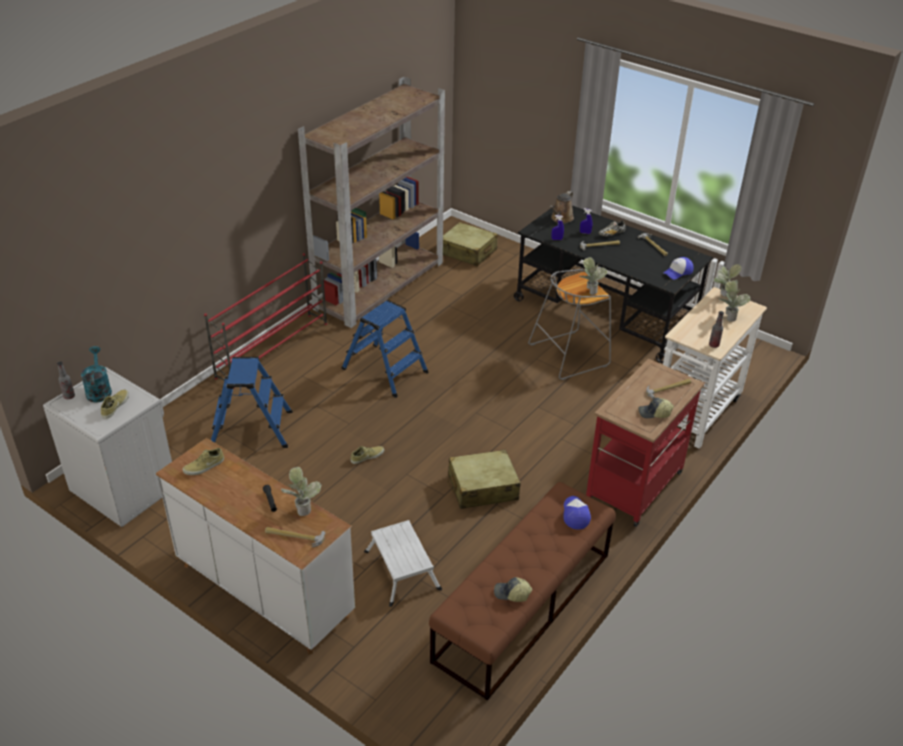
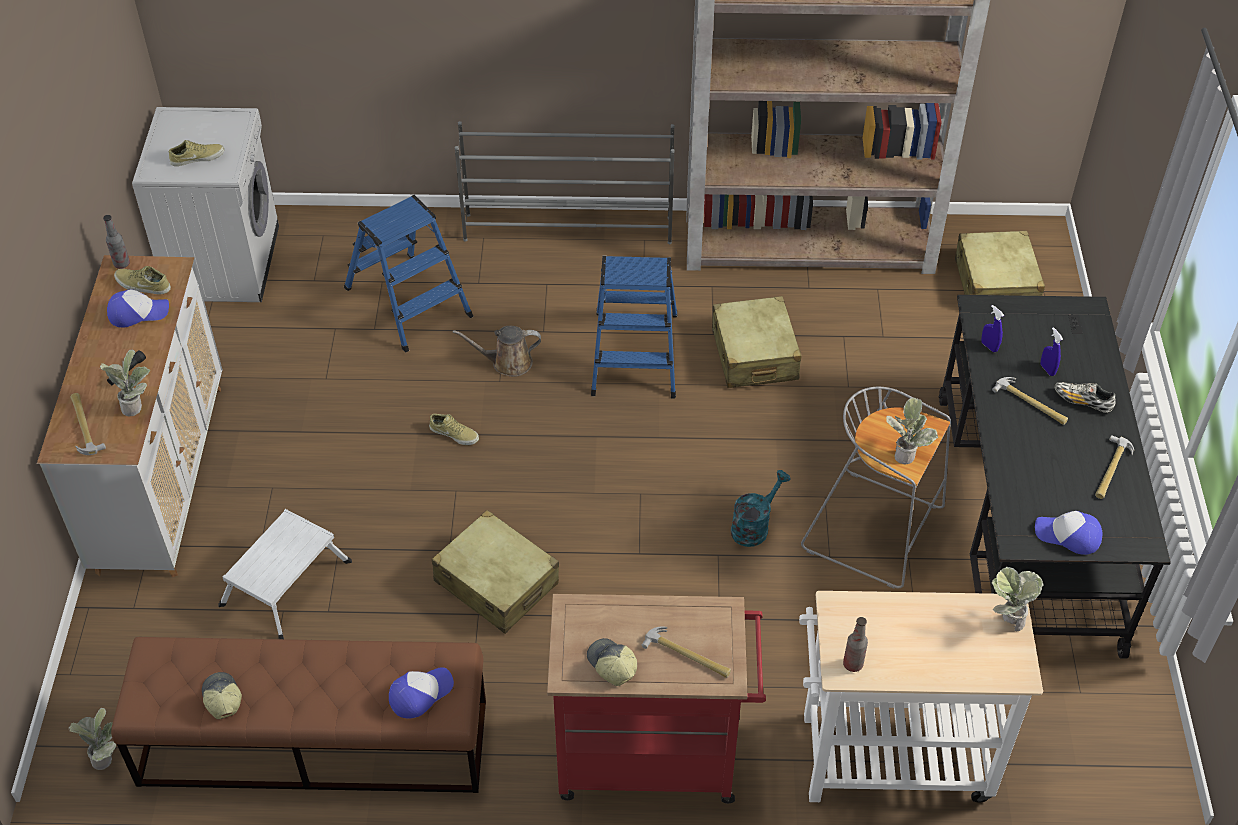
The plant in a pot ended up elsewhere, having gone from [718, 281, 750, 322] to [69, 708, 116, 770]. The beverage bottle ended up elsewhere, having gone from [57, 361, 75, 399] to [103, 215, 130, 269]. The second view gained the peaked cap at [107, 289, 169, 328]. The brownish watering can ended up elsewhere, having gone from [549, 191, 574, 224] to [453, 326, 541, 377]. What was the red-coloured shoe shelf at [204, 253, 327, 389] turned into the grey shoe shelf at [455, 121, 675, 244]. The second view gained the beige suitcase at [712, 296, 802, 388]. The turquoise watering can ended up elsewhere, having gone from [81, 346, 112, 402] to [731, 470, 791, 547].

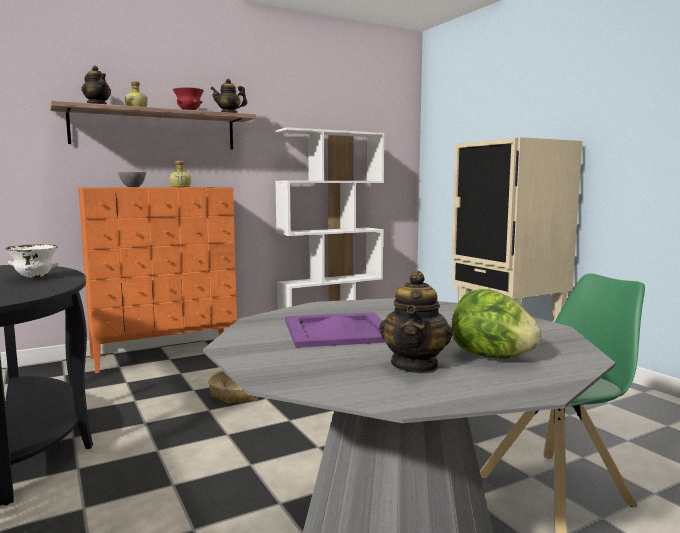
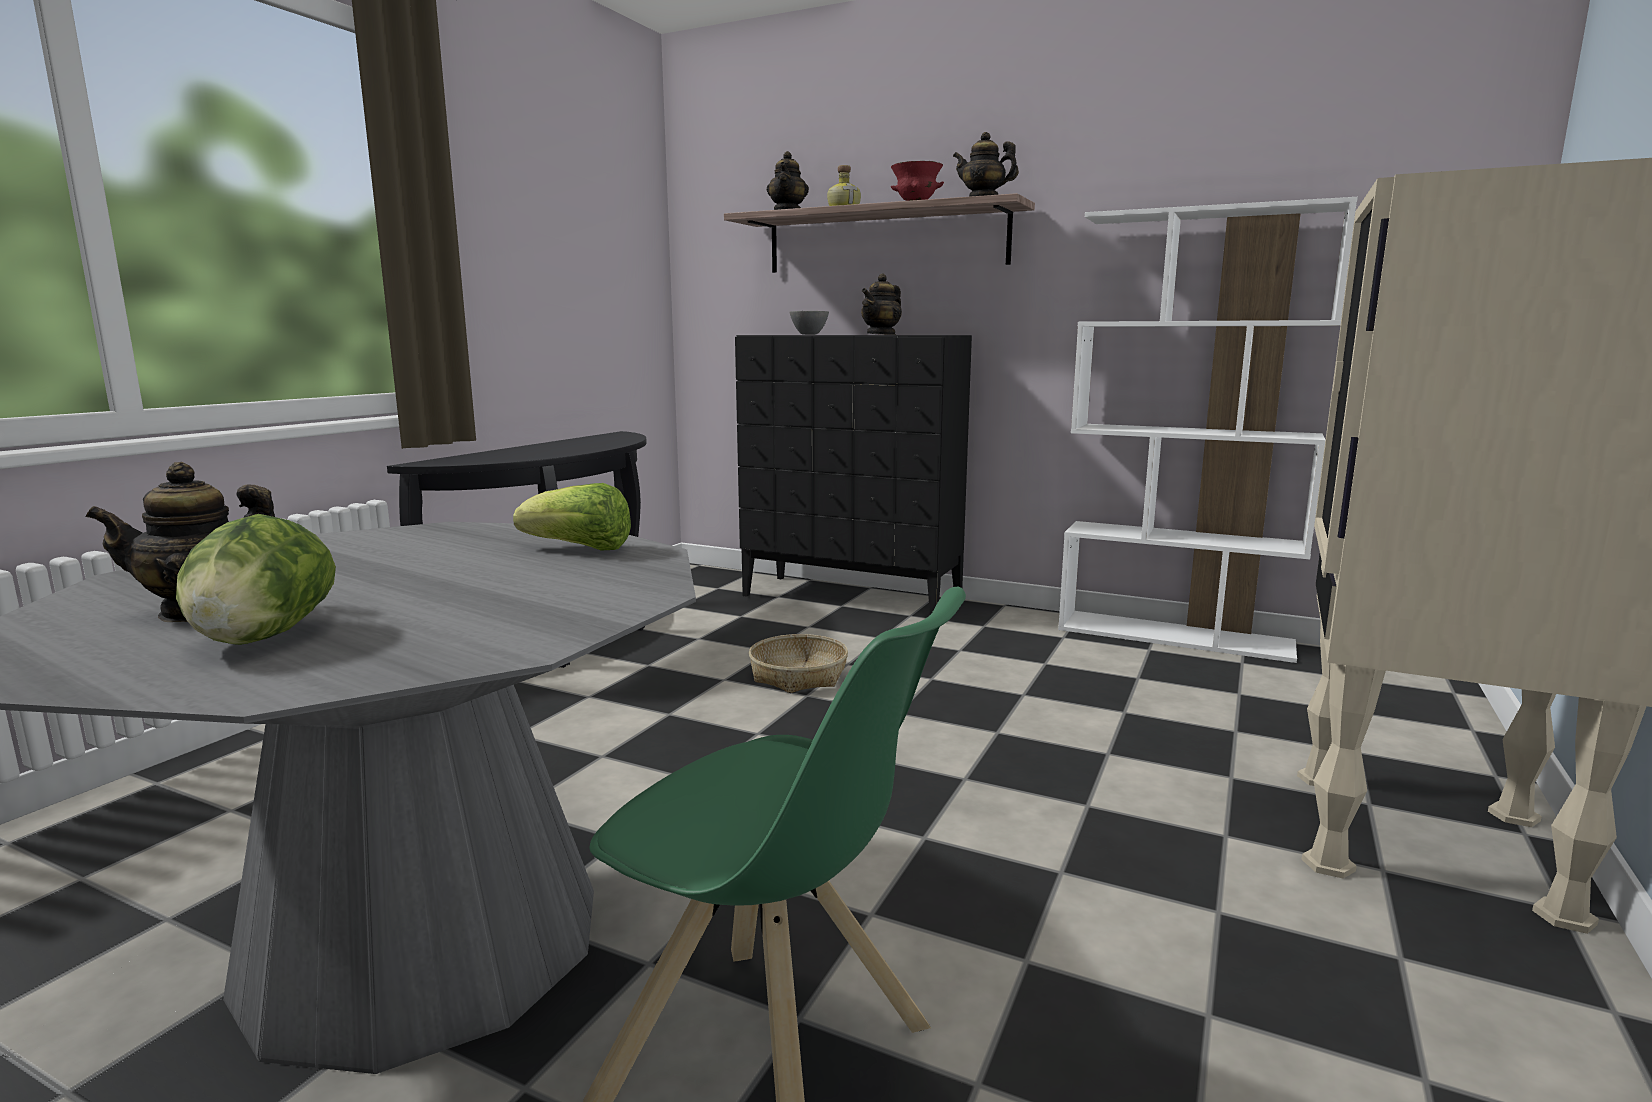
The second view gained the lettuce head at [513, 483, 631, 551]. What was the orange-coloured chest of drawers at [78, 187, 237, 373] turned into the black-coloured chest of drawers at [735, 335, 972, 615]. Where the beverage bottle stood at [169, 161, 191, 187], the tea pot came to stand at [861, 273, 902, 335]. The second view lost the white deep dish at [6, 244, 59, 278]. The second view lost the purple-coloured serving tray at [285, 312, 386, 348].

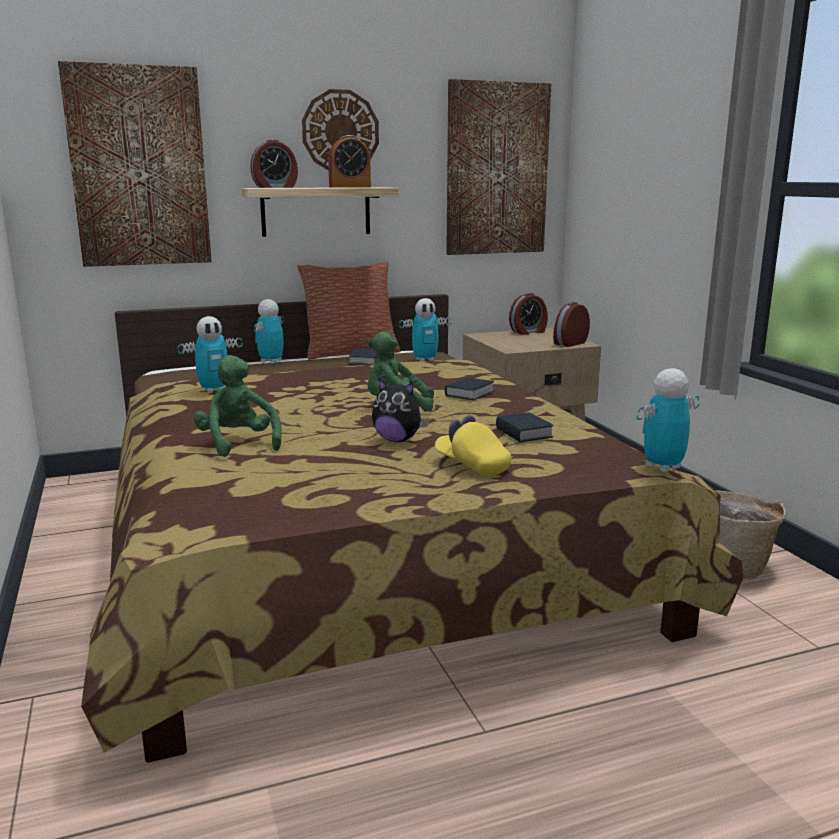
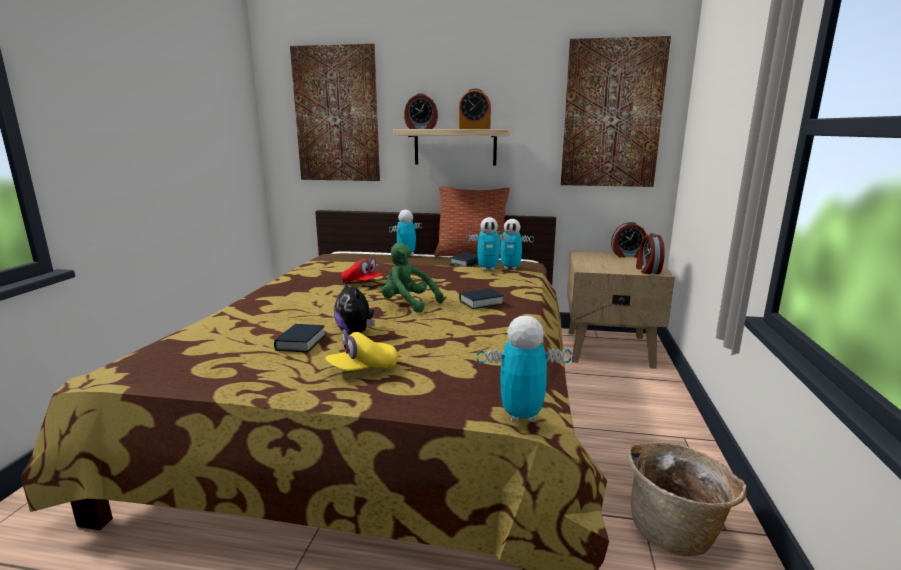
The volume ended up elsewhere, having gone from [496, 412, 554, 442] to [274, 324, 326, 352]. The yellow-coloured peaked cap at [435, 415, 511, 476] ended up facing another way, 105 degrees counterclockwise from before. The second view gained the red-coloured peaked cap at [341, 257, 384, 282]. The robot figure ended up elsewhere, having gone from [178, 316, 243, 393] to [466, 217, 512, 271]. The alarm clock at [553, 302, 590, 347] ended up facing another way, 75 degrees counterclockwise from before. The second view lost the green-coloured plush toy at [194, 355, 282, 457]. The second view lost the clock on the wall at [302, 89, 379, 171].

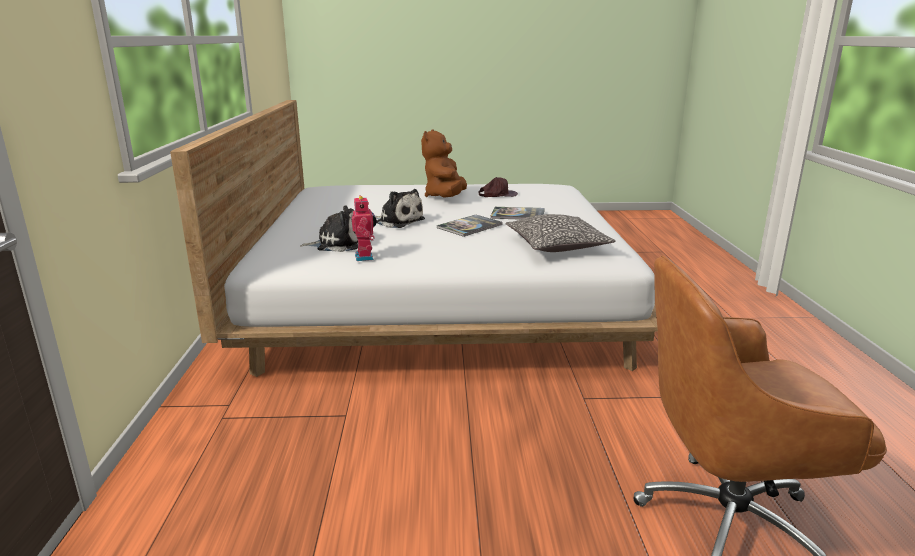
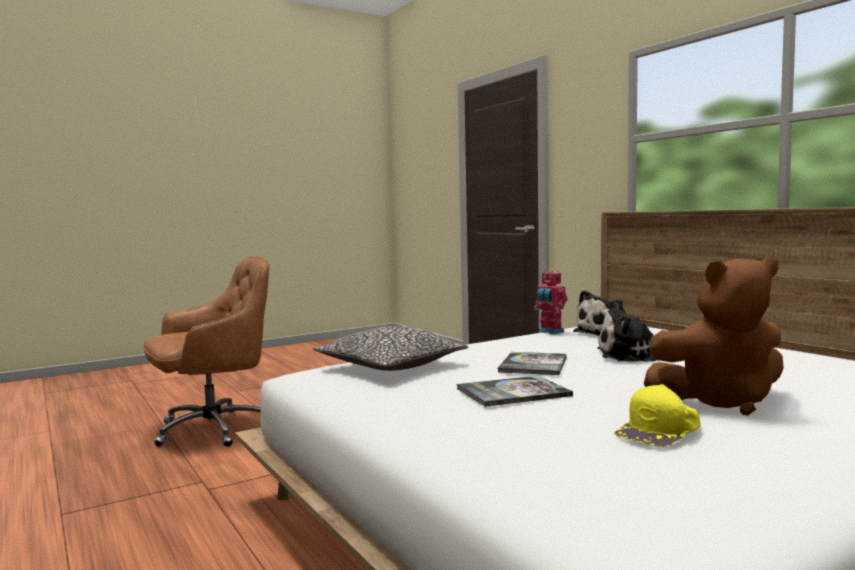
What was the brownish peaked cap at [479, 177, 518, 197] turned into the yellow-coloured peaked cap at [614, 384, 701, 447]. The brownish plush toy at [421, 129, 467, 198] ended up facing another way, 105 degrees clockwise from before.

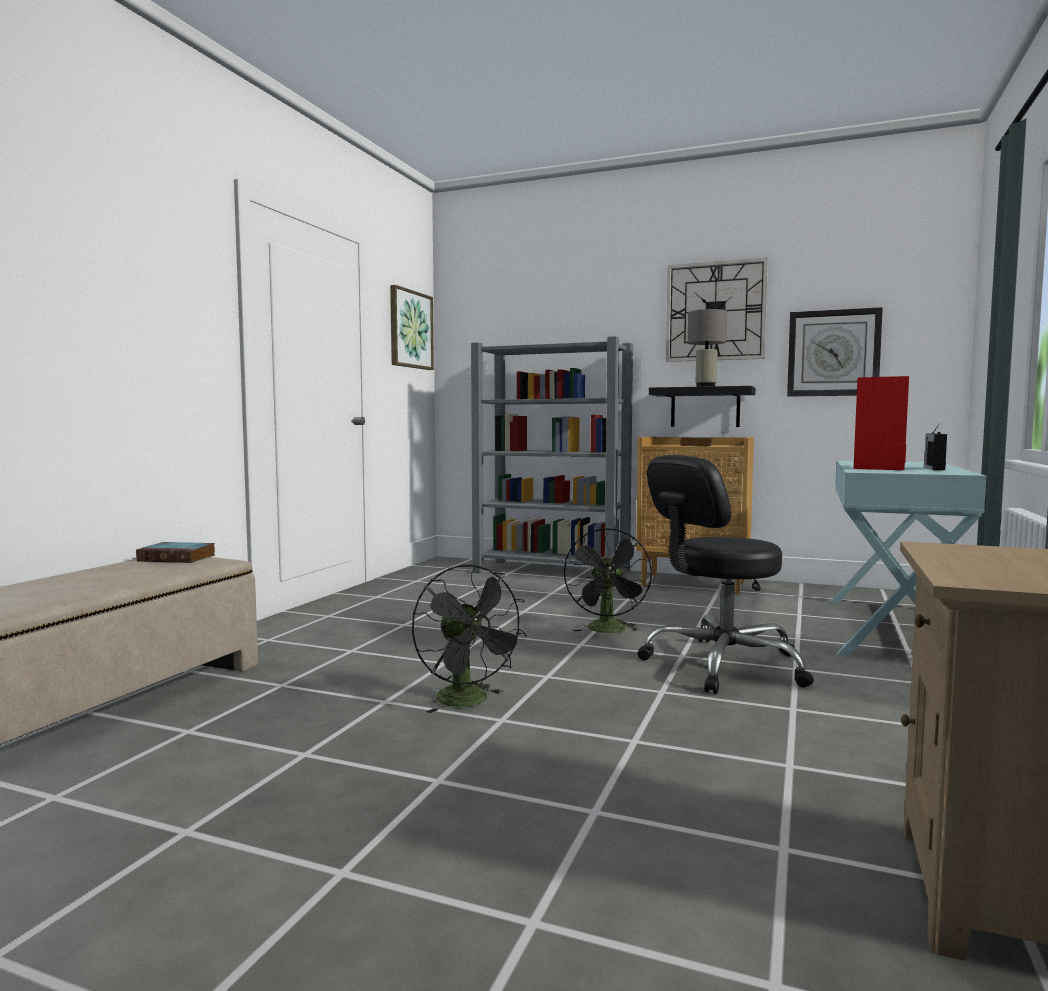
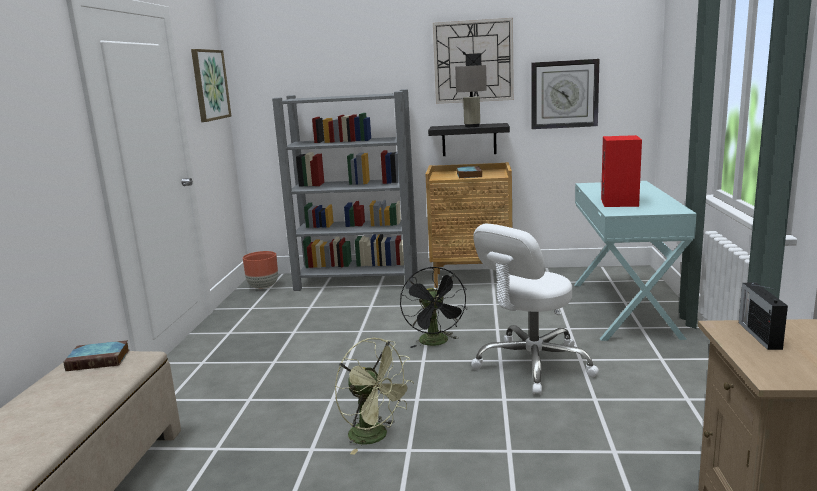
The second view gained the brownish plant pot at [243, 251, 278, 289]. What was the black-coloured fan at [412, 565, 527, 713] turned into the green-coloured fan at [335, 338, 414, 455]. What was the black-coloured office chair at [637, 455, 814, 694] turned into the white office chair at [471, 223, 599, 395]. The radio receiver ended up elsewhere, having gone from [924, 425, 947, 470] to [739, 282, 788, 350].

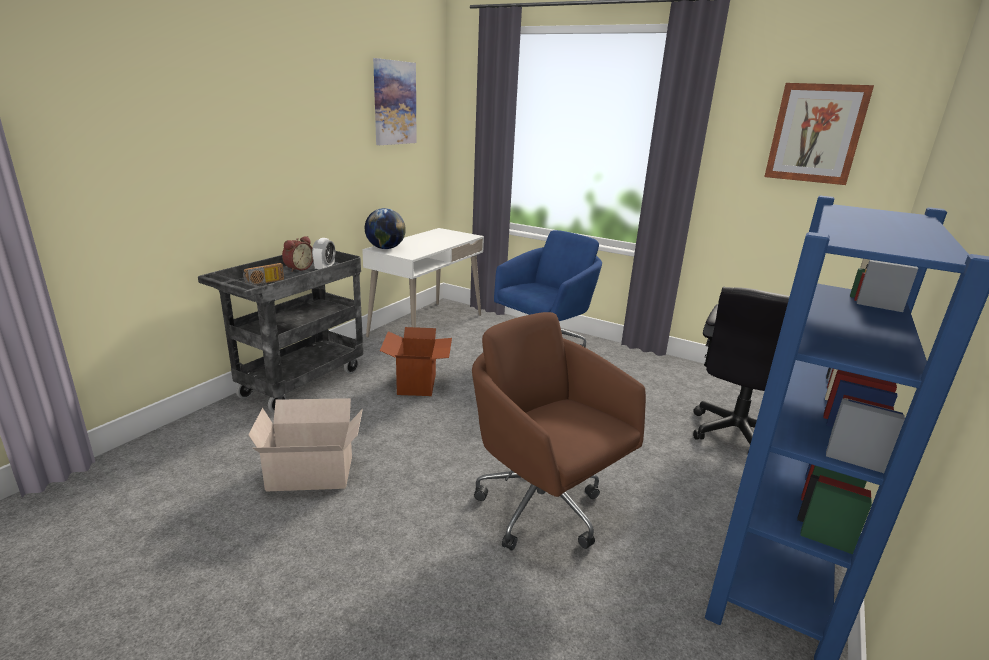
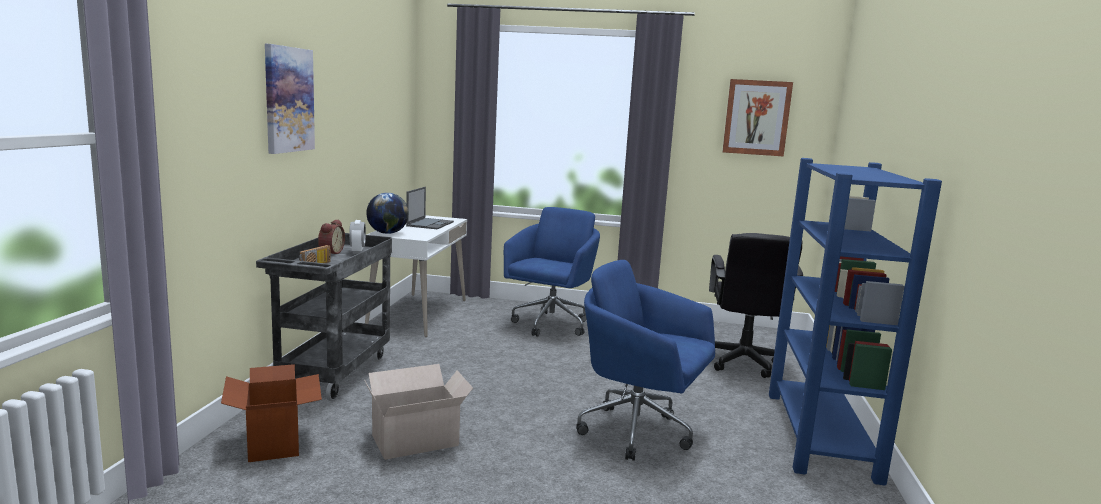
The packing box ended up elsewhere, having gone from [380, 327, 452, 396] to [221, 364, 322, 462]. The wall art ended up elsewhere, having gone from [373, 58, 417, 145] to [265, 44, 315, 154]. The second view gained the notebook computer at [406, 187, 454, 229]. What was the brownish office chair at [472, 312, 646, 551] turned into the blue office chair at [576, 260, 715, 461].

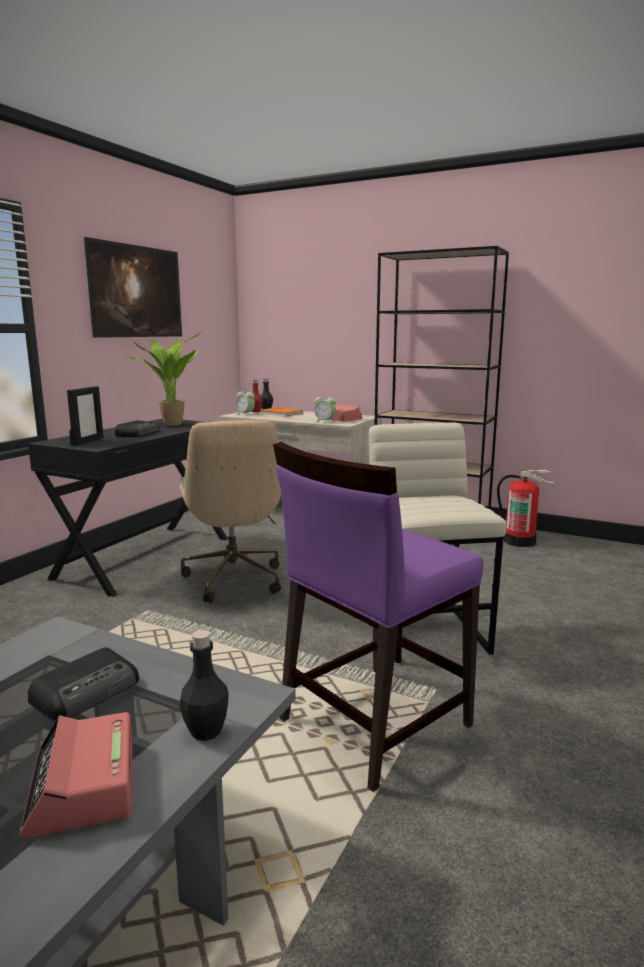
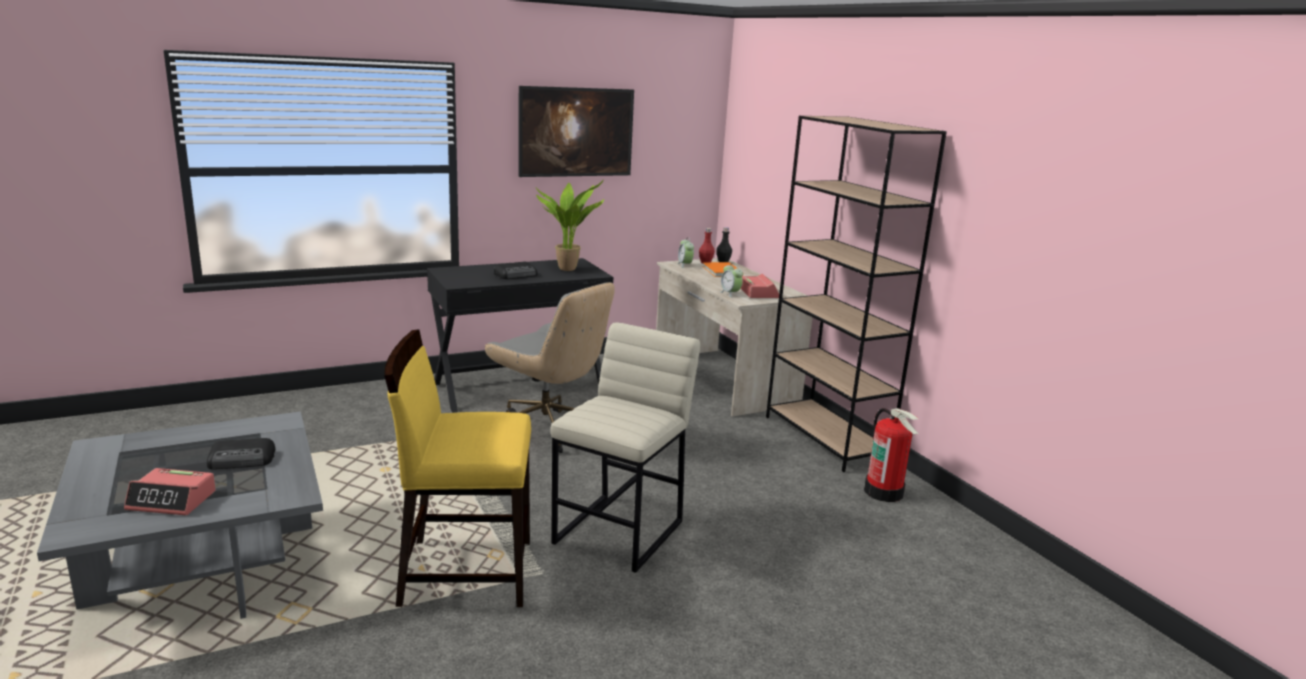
The alarm clock at [19, 712, 133, 839] ended up facing another way, 105 degrees counterclockwise from before. What was the purple-coloured chair at [273, 442, 483, 792] turned into the yellow-coloured chair at [384, 329, 531, 608]. The grey office chair at [178, 419, 281, 603] ended up facing another way, 75 degrees counterclockwise from before. The second view lost the picture frame at [67, 386, 104, 446]. The second view lost the black-coloured beverage bottle at [180, 630, 229, 741].

